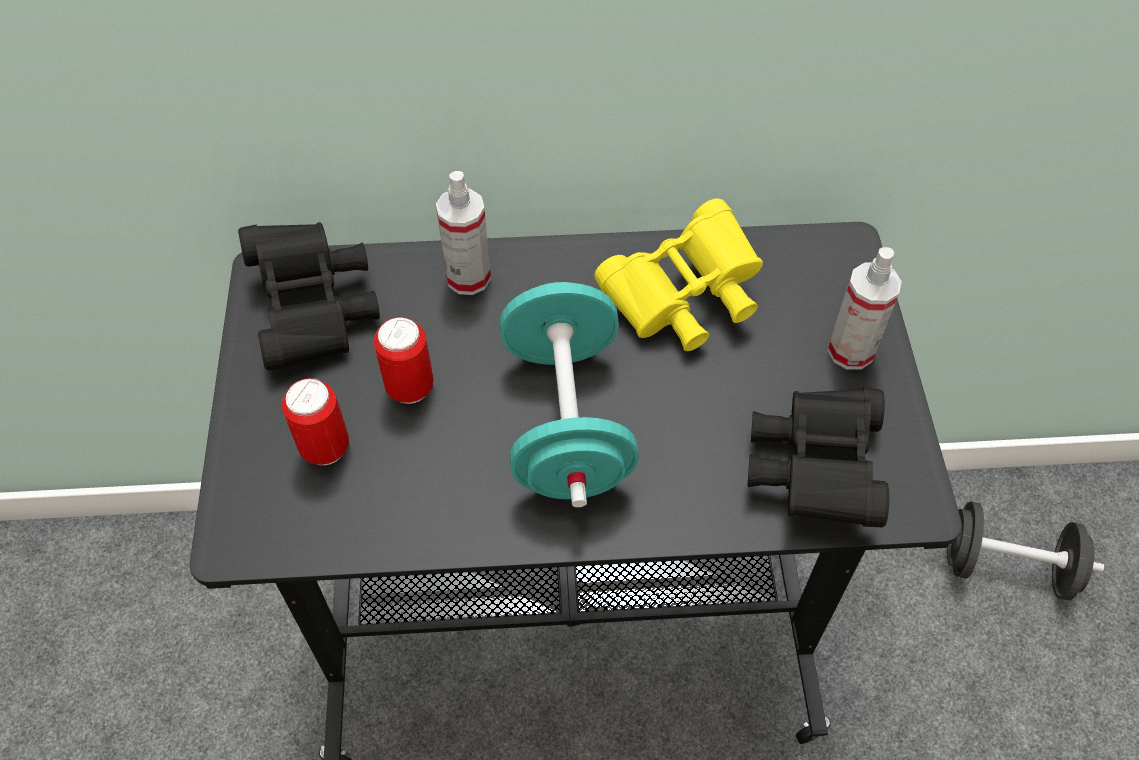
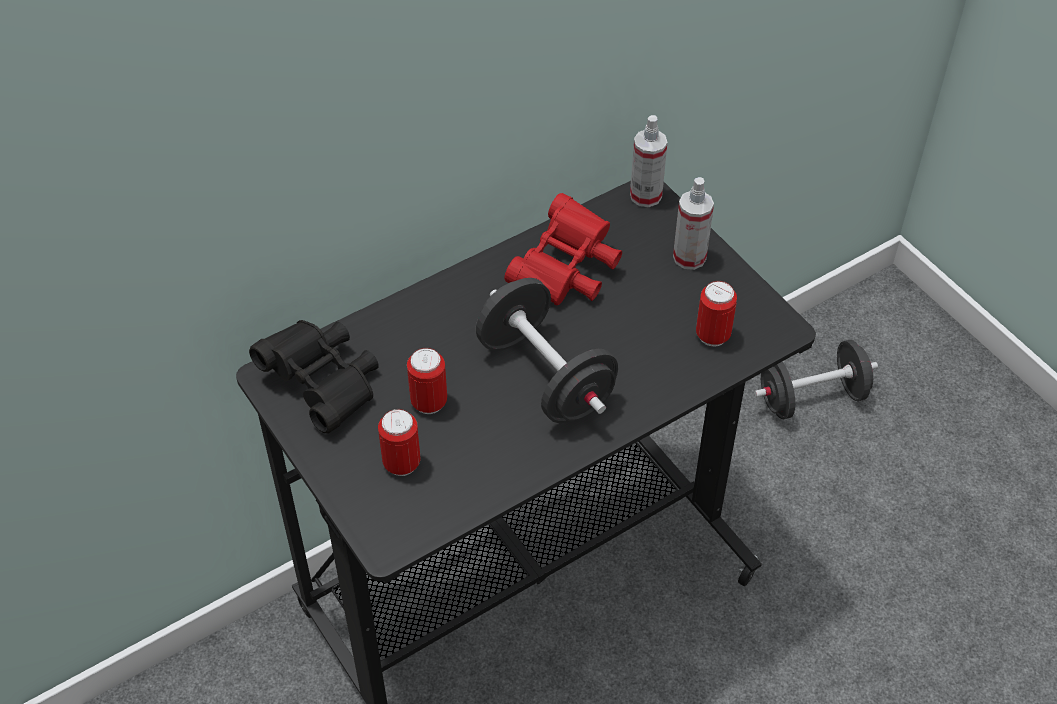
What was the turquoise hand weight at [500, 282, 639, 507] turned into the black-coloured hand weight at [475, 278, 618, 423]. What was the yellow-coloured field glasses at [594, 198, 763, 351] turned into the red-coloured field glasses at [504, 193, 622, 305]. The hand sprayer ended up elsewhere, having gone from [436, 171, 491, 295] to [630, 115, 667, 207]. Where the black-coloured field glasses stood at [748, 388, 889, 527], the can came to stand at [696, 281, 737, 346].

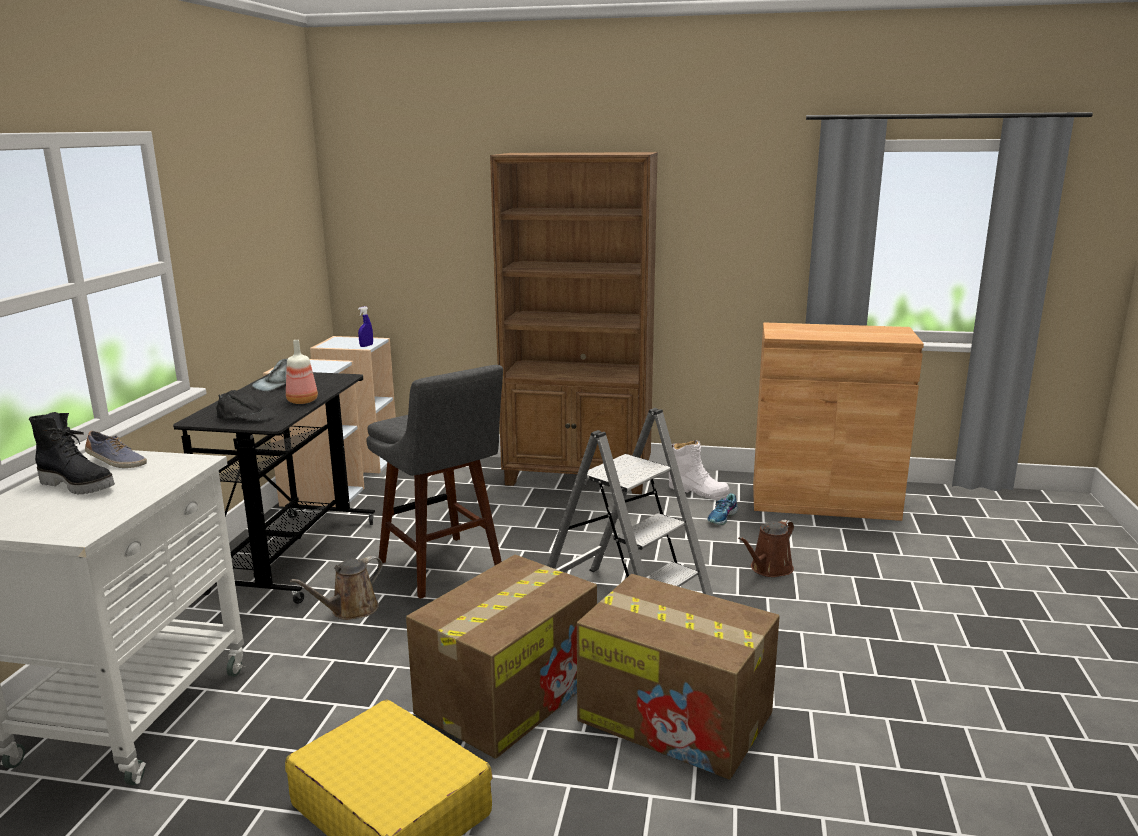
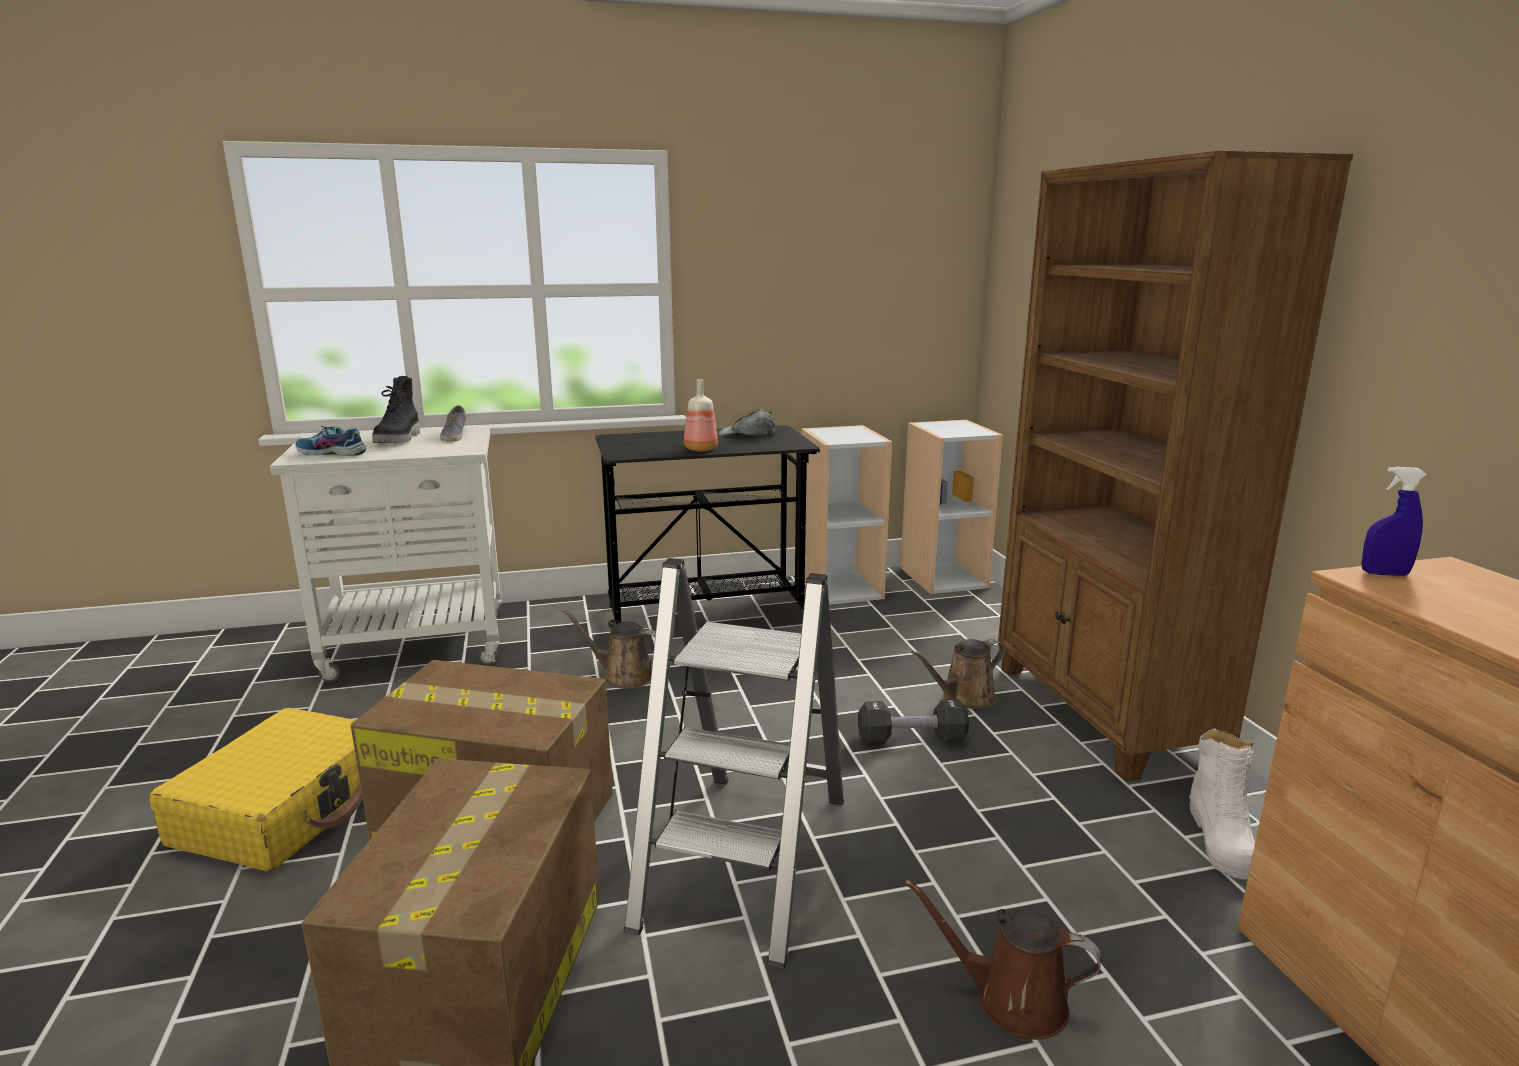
The shoe ended up elsewhere, having gone from [707, 493, 738, 525] to [295, 426, 366, 456]. The second view gained the black-coloured hand weight at [858, 699, 969, 745]. The second view gained the brownish watering can at [911, 639, 1005, 709]. The blue hand sprayer ended up elsewhere, having gone from [358, 306, 373, 347] to [1362, 466, 1427, 576]. The second view lost the black-coloured peaked cap at [216, 390, 278, 421]. The second view lost the grey sitting stool at [366, 365, 503, 599].

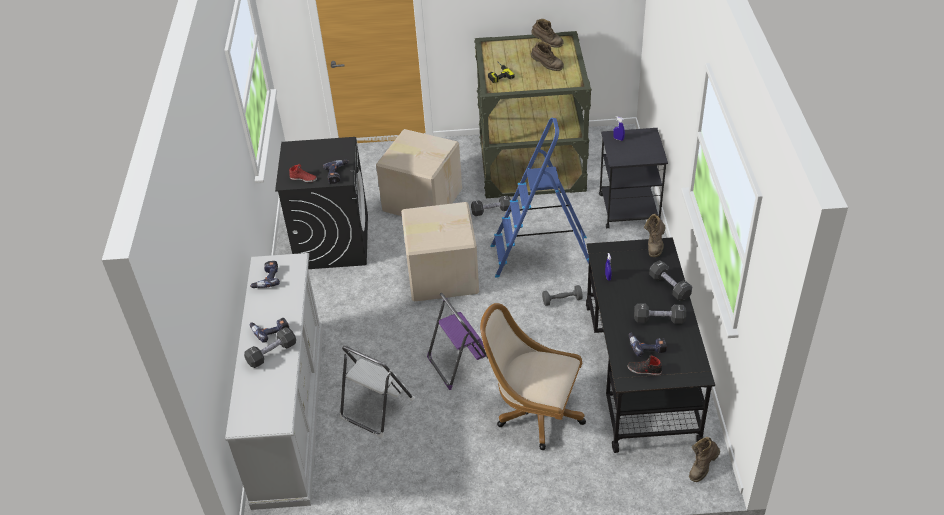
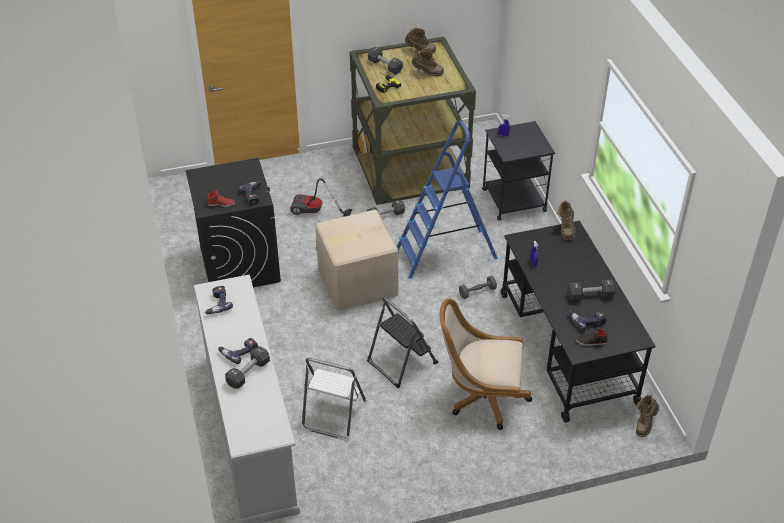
Where the packing box stood at [376, 129, 462, 216], the vacuum cleaner came to stand at [290, 179, 352, 216]. What was the purple-coloured step ladder at [427, 293, 488, 390] turned into the black-coloured step ladder at [367, 297, 439, 388]. The black-coloured hand weight ended up elsewhere, having gone from [649, 260, 692, 301] to [368, 47, 403, 75].

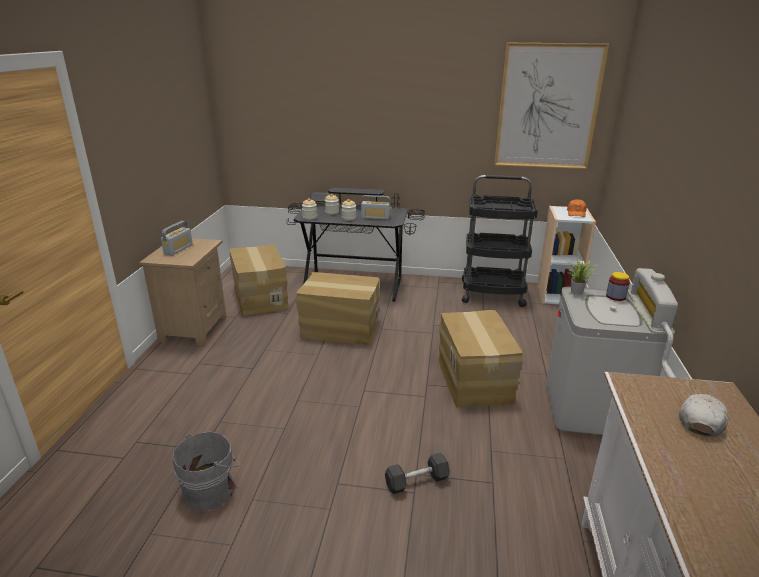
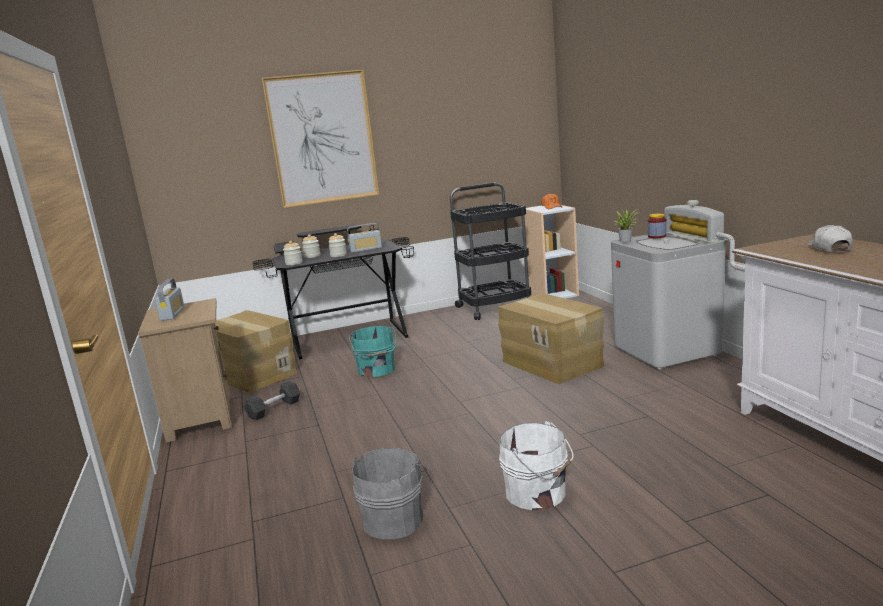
The grey hand weight ended up elsewhere, having gone from [385, 453, 450, 494] to [245, 381, 300, 420]. The wall art ended up elsewhere, having gone from [494, 42, 609, 169] to [262, 70, 379, 208]. Where the packing box stood at [296, 272, 380, 345], the turquoise pail came to stand at [349, 326, 397, 377]. The second view gained the white pail at [499, 421, 574, 510].

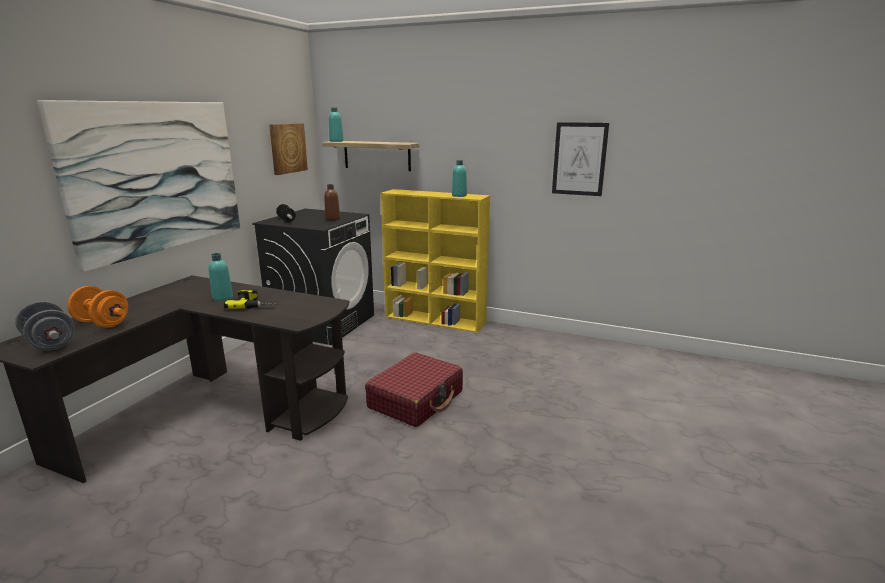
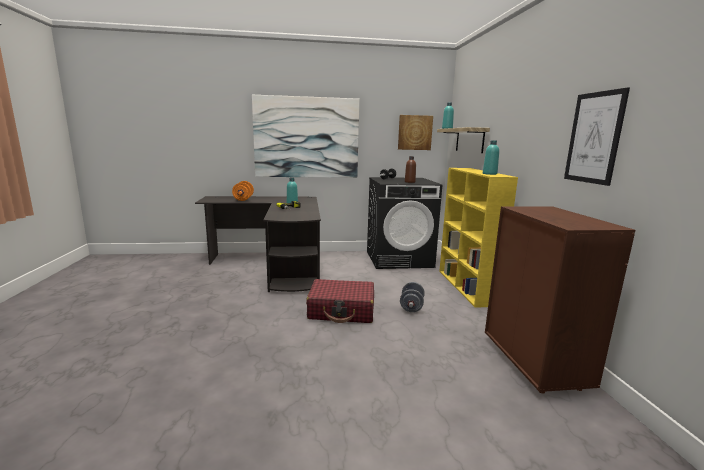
The grey hand weight ended up elsewhere, having gone from [15, 301, 75, 351] to [400, 282, 425, 312]. The second view gained the brownish storage cabinet at [485, 206, 636, 394].

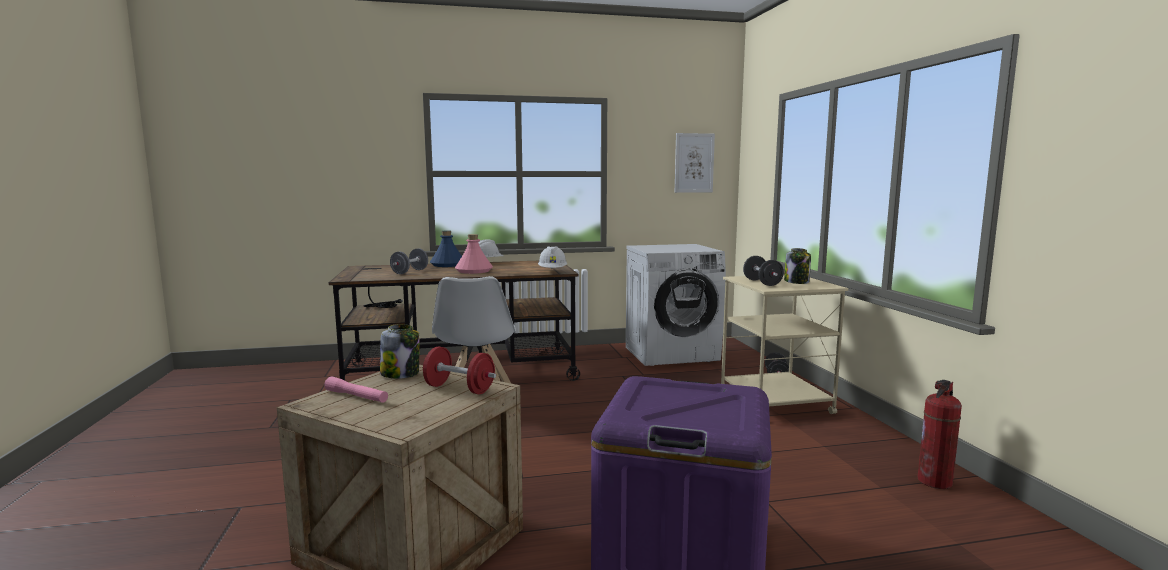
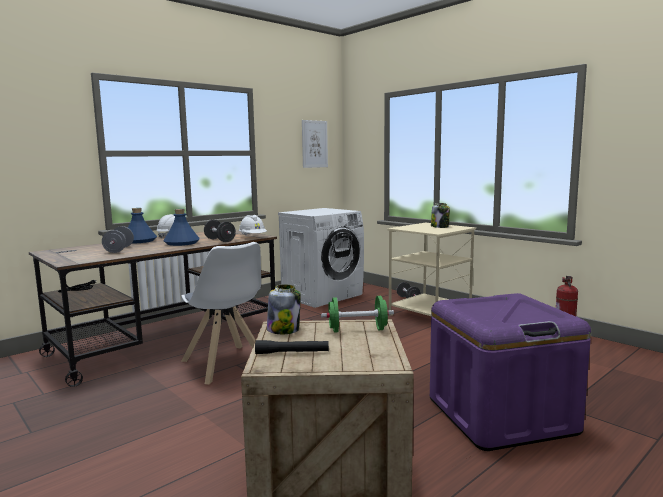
What was the pink beverage bottle at [455, 234, 493, 274] turned into the blue beverage bottle at [163, 209, 200, 246]. The black-coloured hand weight ended up elsewhere, having gone from [743, 256, 784, 286] to [204, 220, 236, 242]. What was the pink flashlight at [324, 376, 388, 403] turned into the black-coloured flashlight at [255, 340, 329, 354]. What was the red-coloured hand weight at [423, 347, 496, 394] turned into the green-coloured hand weight at [321, 296, 394, 332].

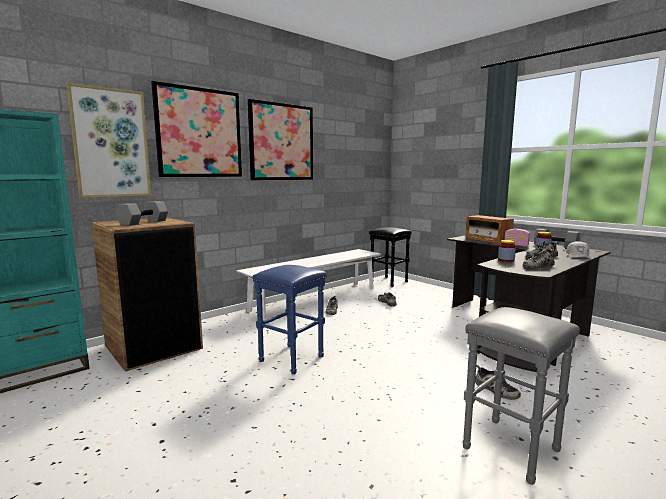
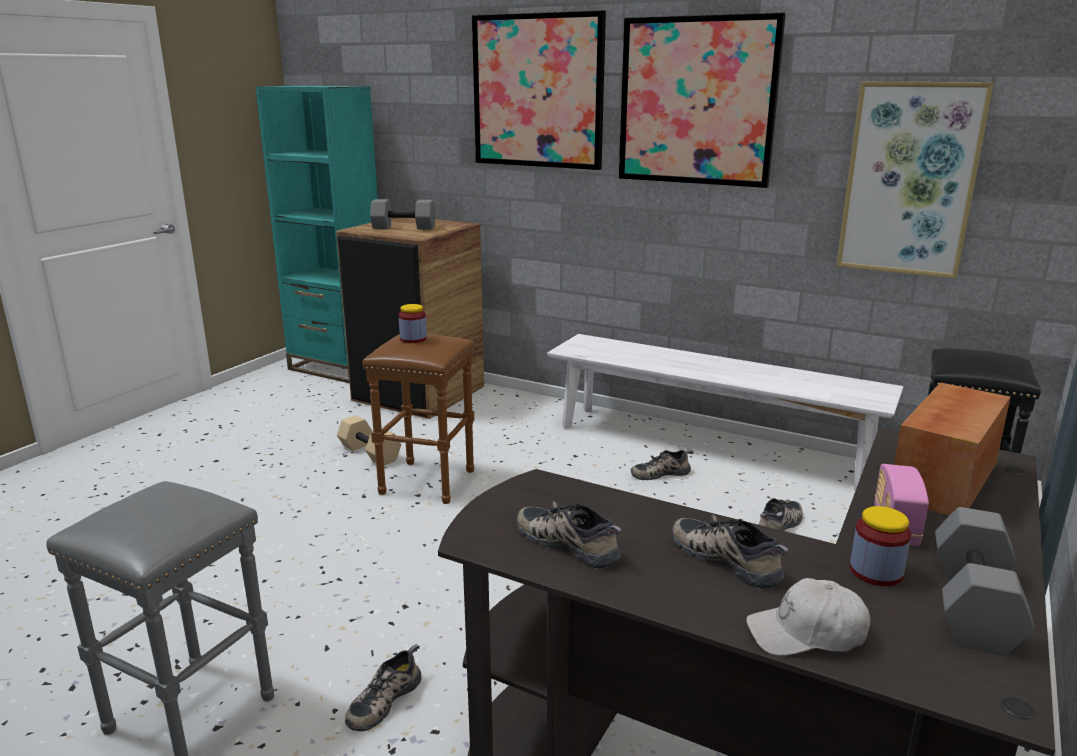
The second view gained the beige hand weight at [337, 415, 401, 465]. What was the blue sitting stool at [252, 265, 327, 374] turned into the brownish sitting stool at [362, 334, 475, 504]. The preserve jar ended up elsewhere, having gone from [498, 240, 516, 262] to [399, 304, 427, 343]. The wall art ended up elsewhere, having gone from [66, 83, 151, 198] to [836, 82, 994, 279].

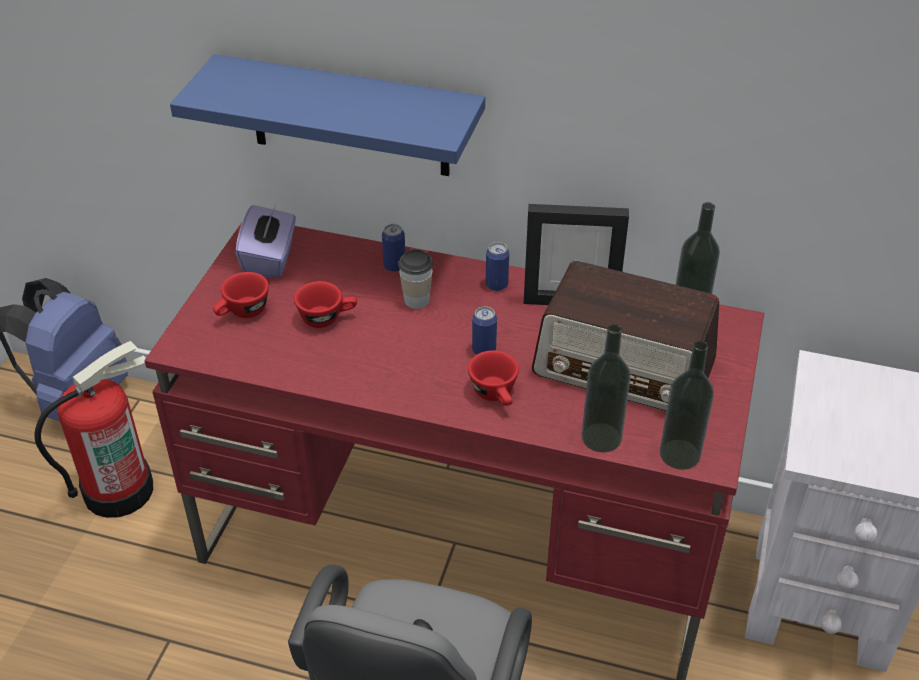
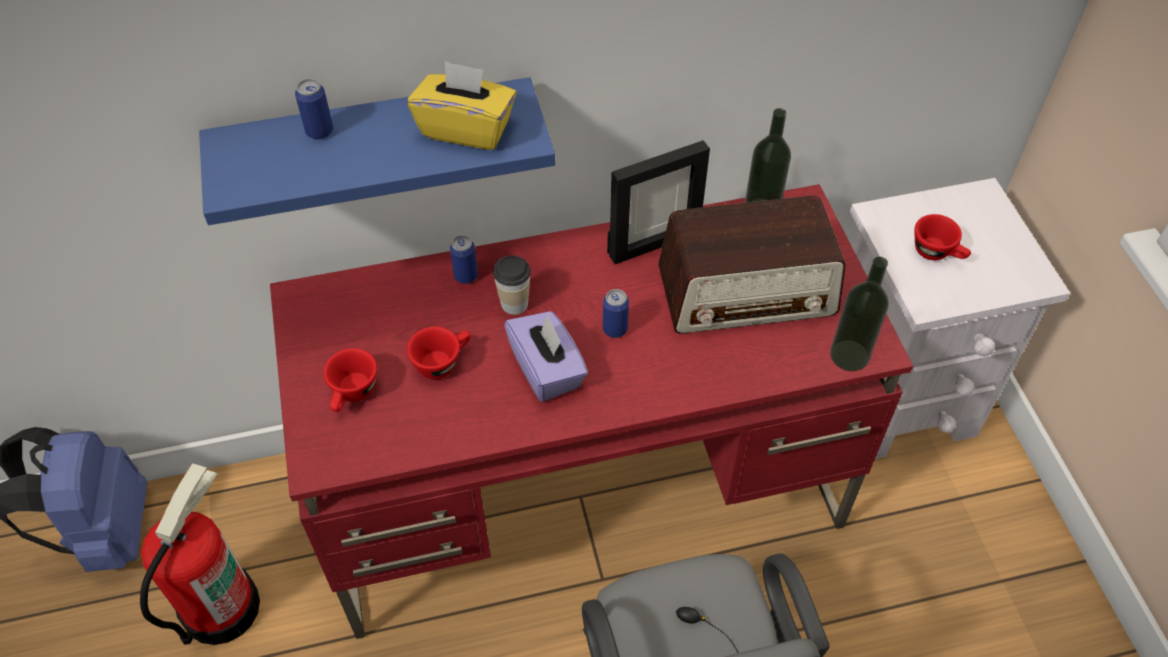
The can ended up elsewhere, having gone from [486, 242, 509, 291] to [295, 78, 333, 140]. The second view gained the yellow-coloured box of tissues at [408, 61, 516, 150]. The purple-coloured box of tissues ended up elsewhere, having gone from [235, 205, 296, 278] to [504, 311, 588, 402]. The red-coloured cup ended up elsewhere, having gone from [468, 350, 519, 406] to [914, 214, 971, 260]. The second view lost the beverage bottle at [581, 324, 631, 453].

